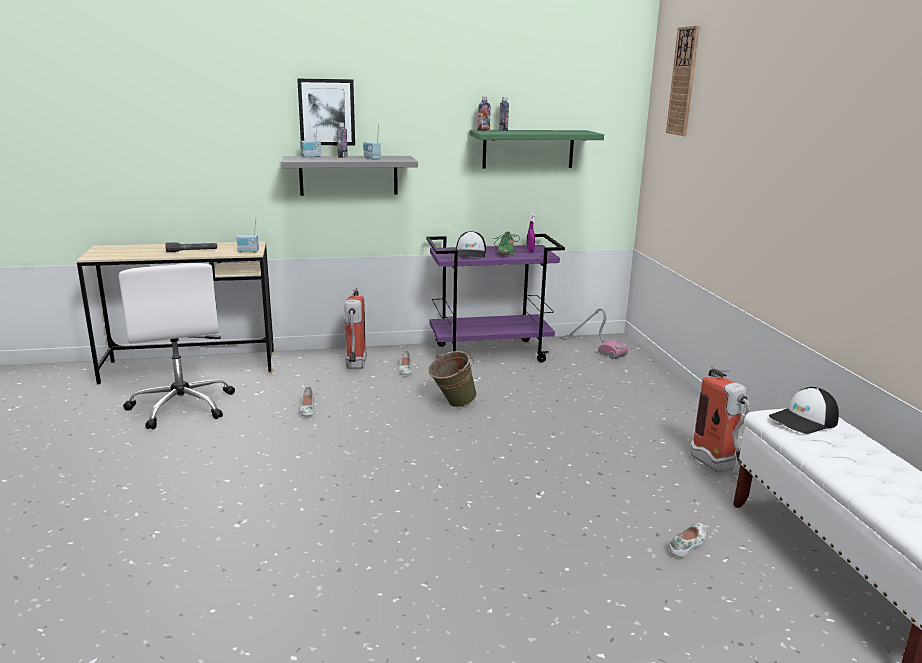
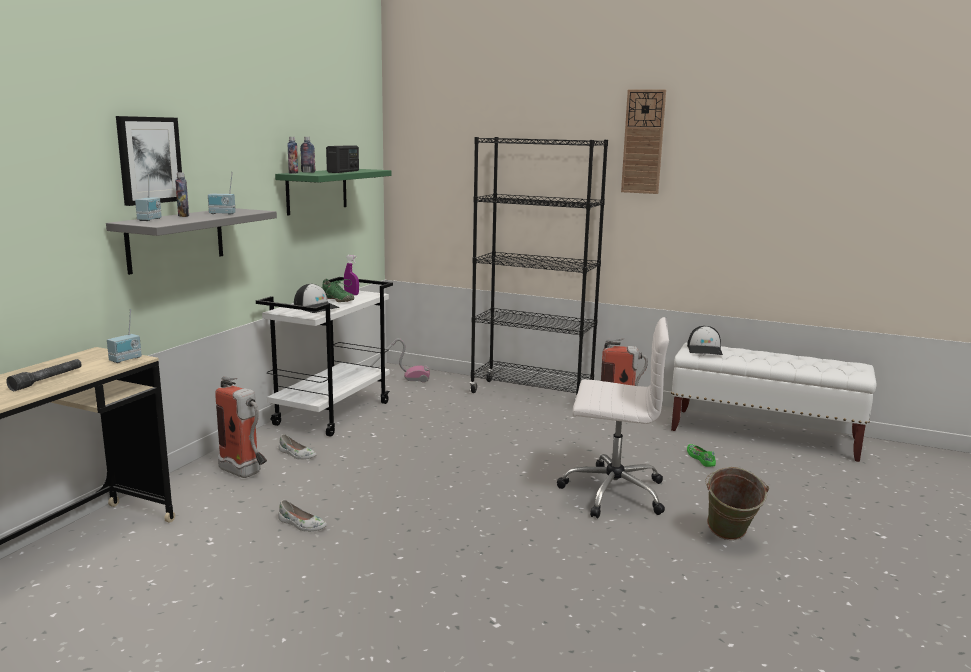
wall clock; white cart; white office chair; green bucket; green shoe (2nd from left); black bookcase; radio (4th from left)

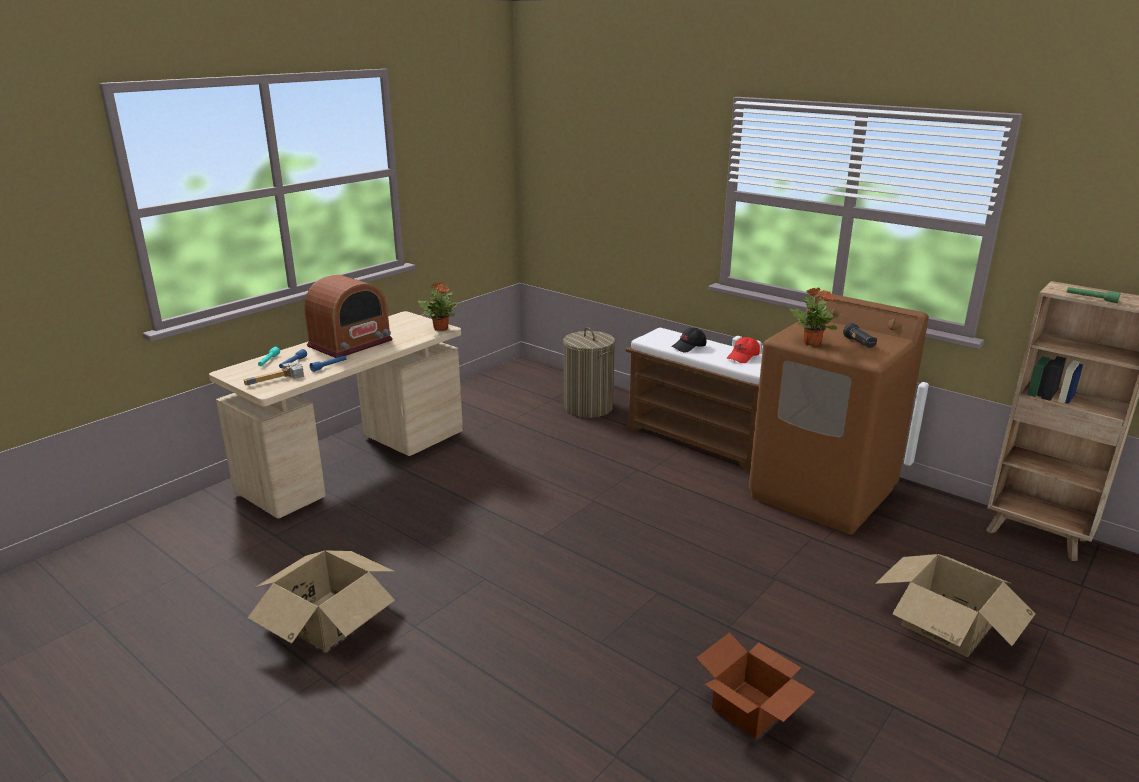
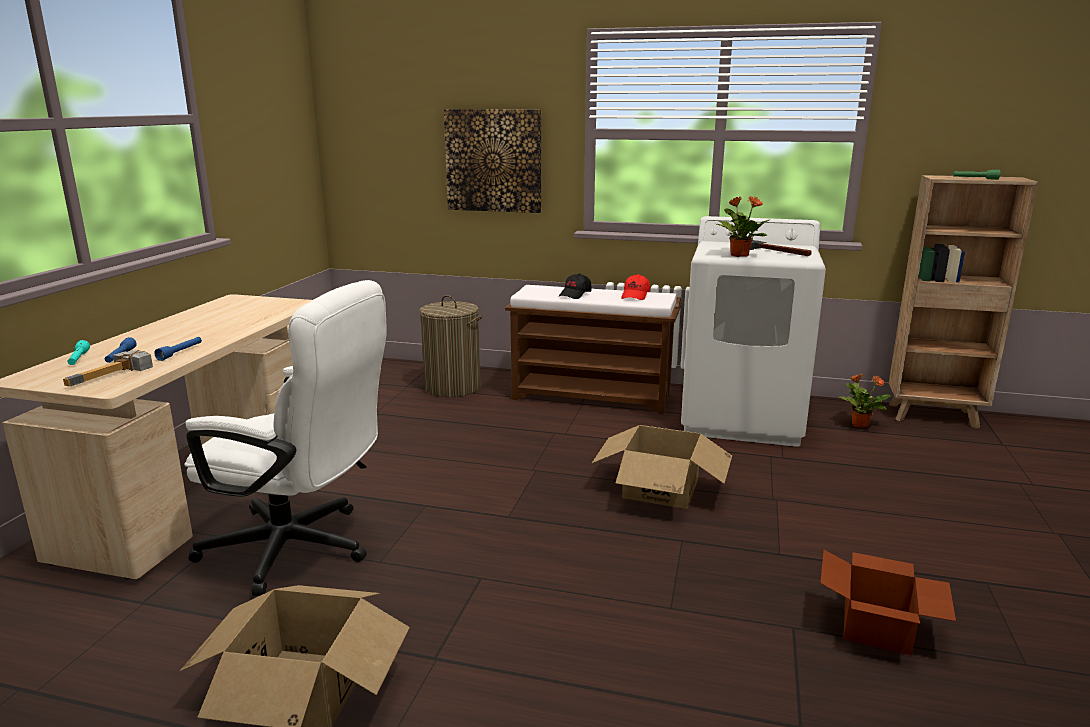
radio; potted plant (2nd from left); white washing machine; hammer (2nd from left); cardboard box (2nd from left); picture; white office chair

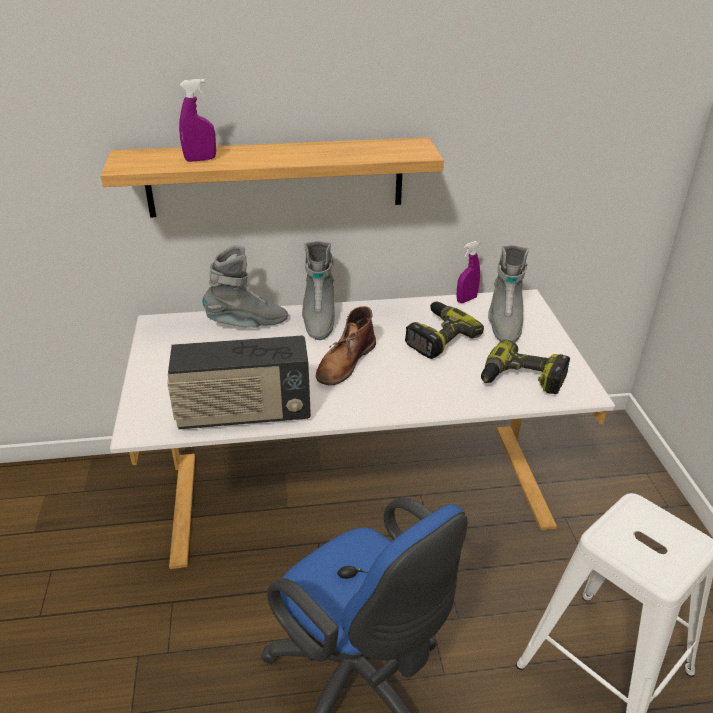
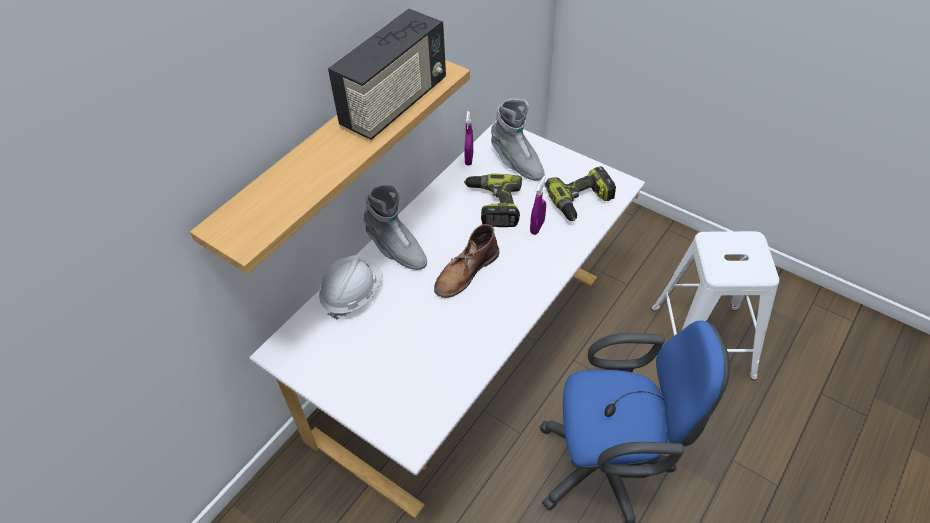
purple spray bottle (2nd from left); white hard hat; brown boot; radio

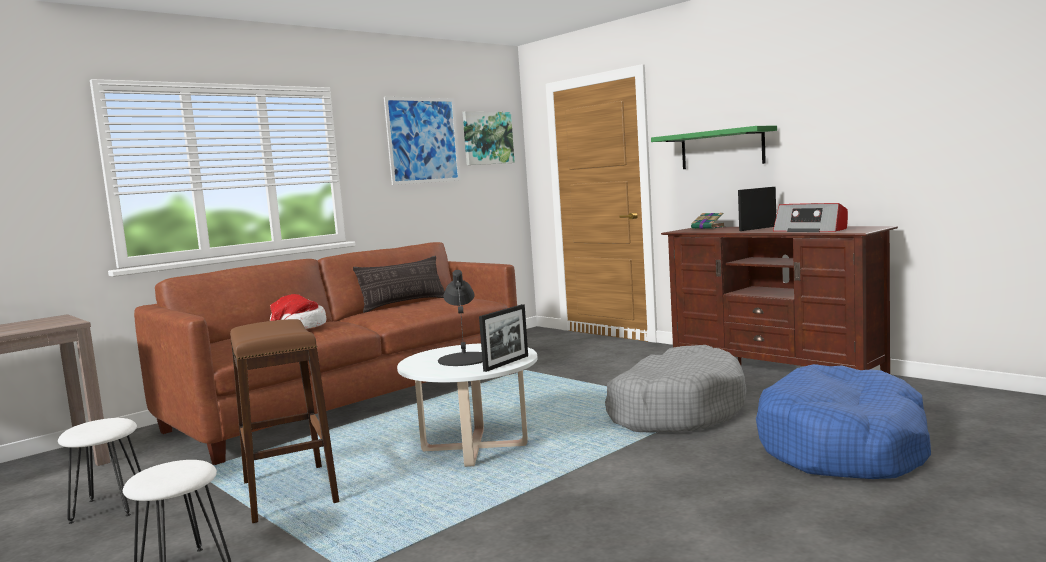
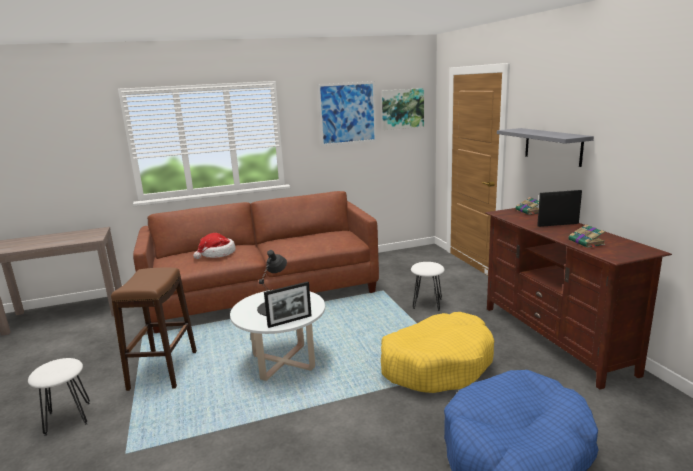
grey shelf; book (2nd from left); pillow; yellow dog bed; white stool (2nd from left)

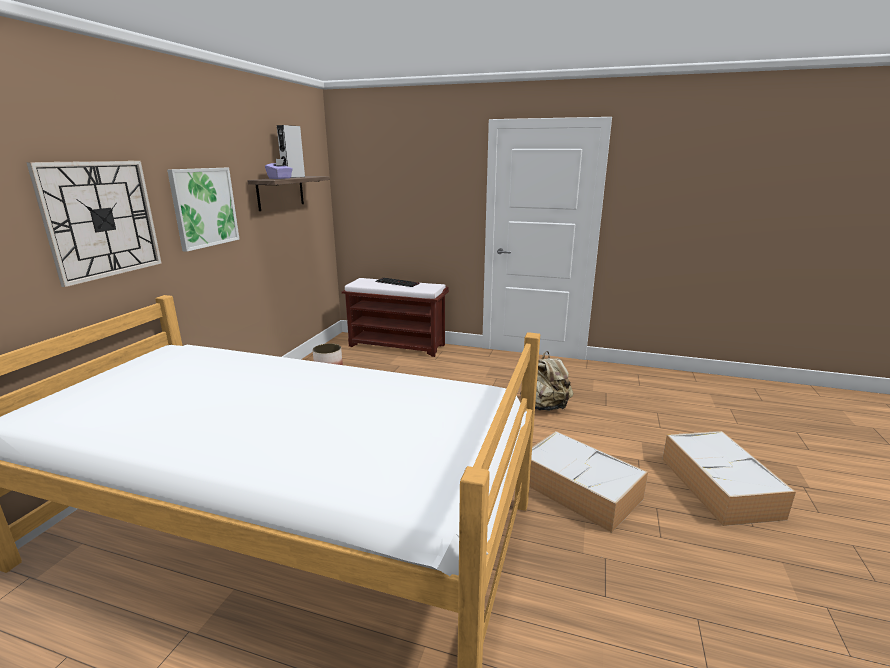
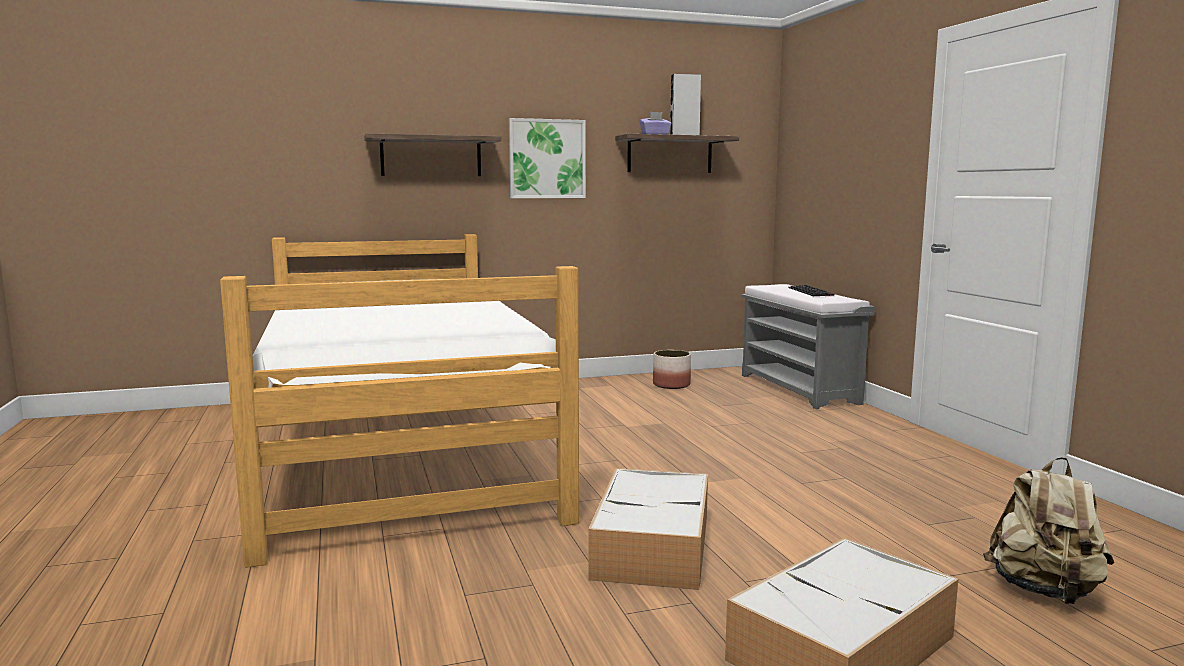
shelf (1st from left); grey bench; beige backpack

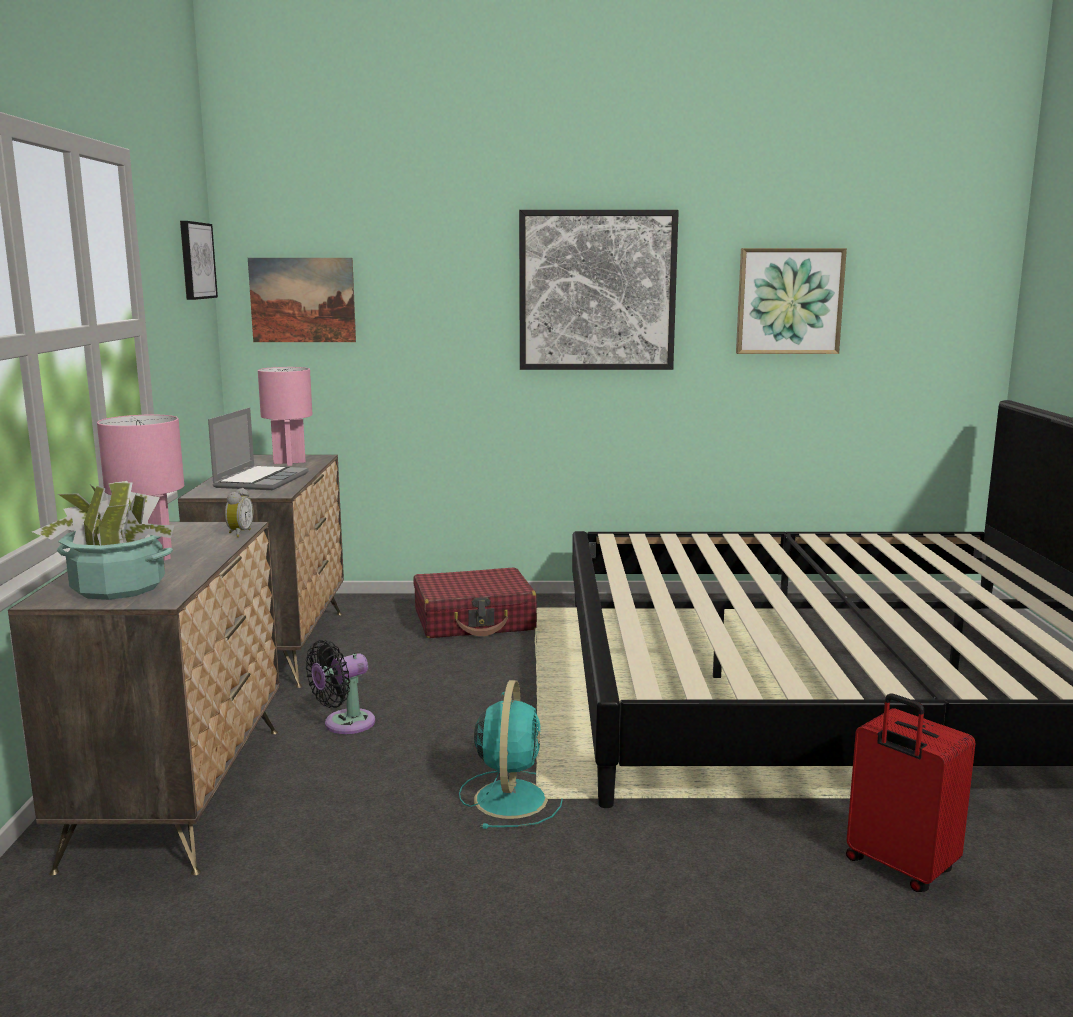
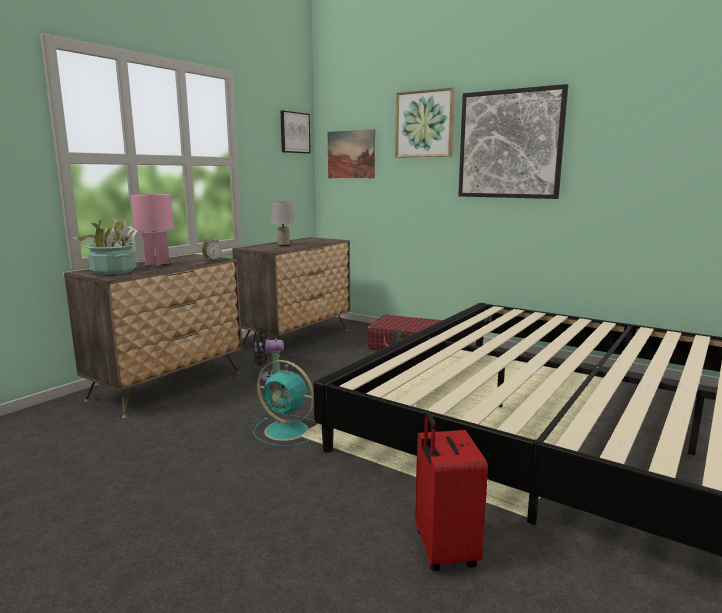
picture (3rd from left); pink table lamp (2nd from left in the first image); grey table lamp; turquoise fan

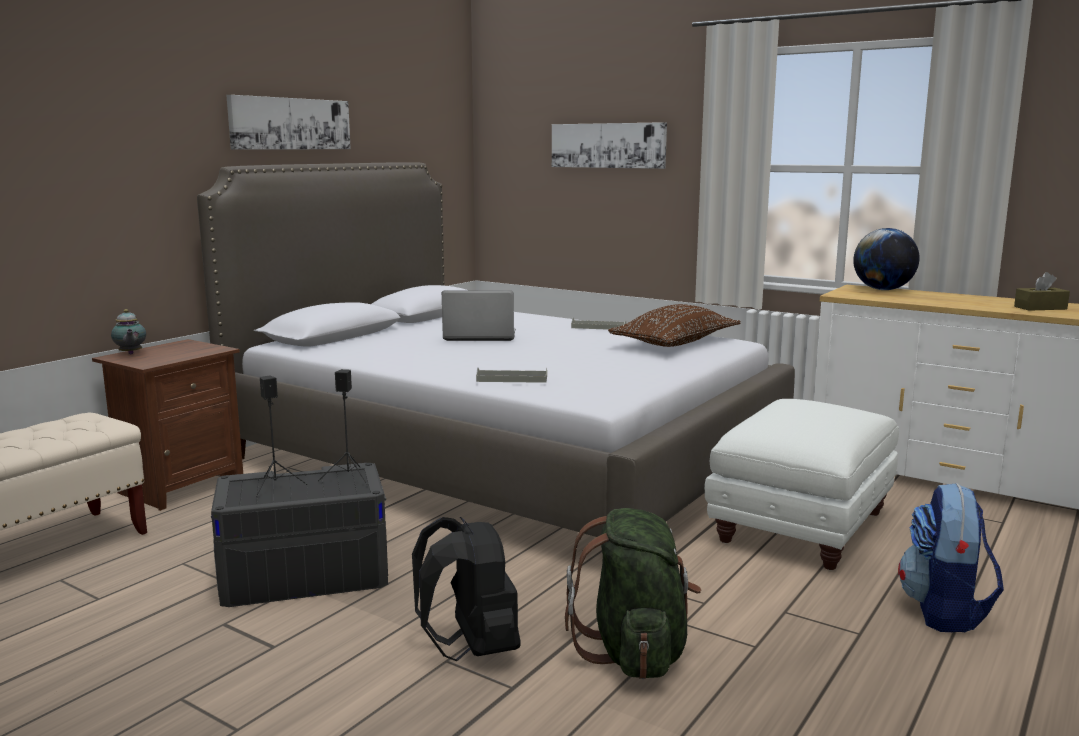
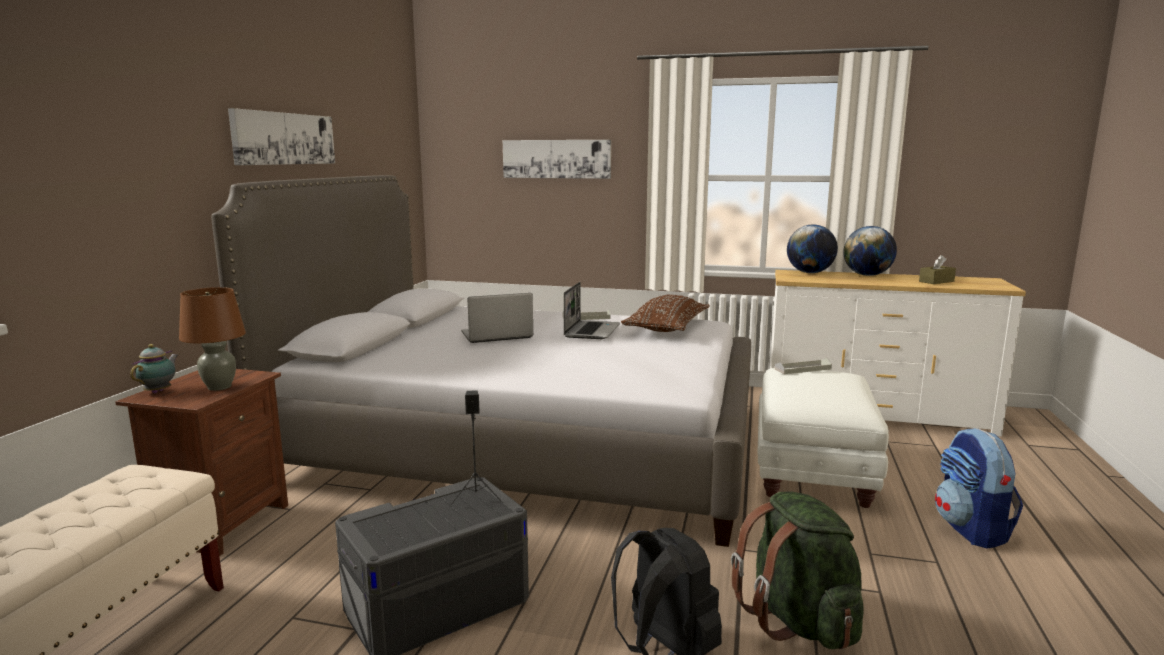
teapot; grey tray (2nd from left); black speaker (1st from left in the first image); globe (2nd from left); laptop (2nd from left); brown table lamp

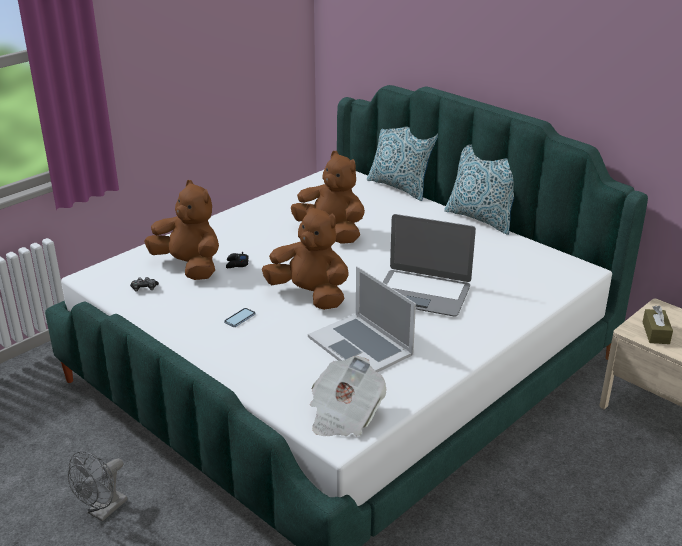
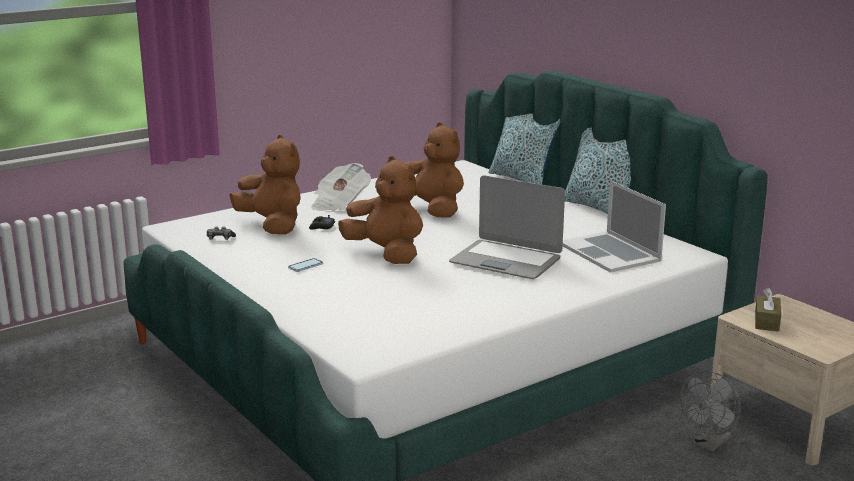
laptop (2nd from left); newspaper; grey fan

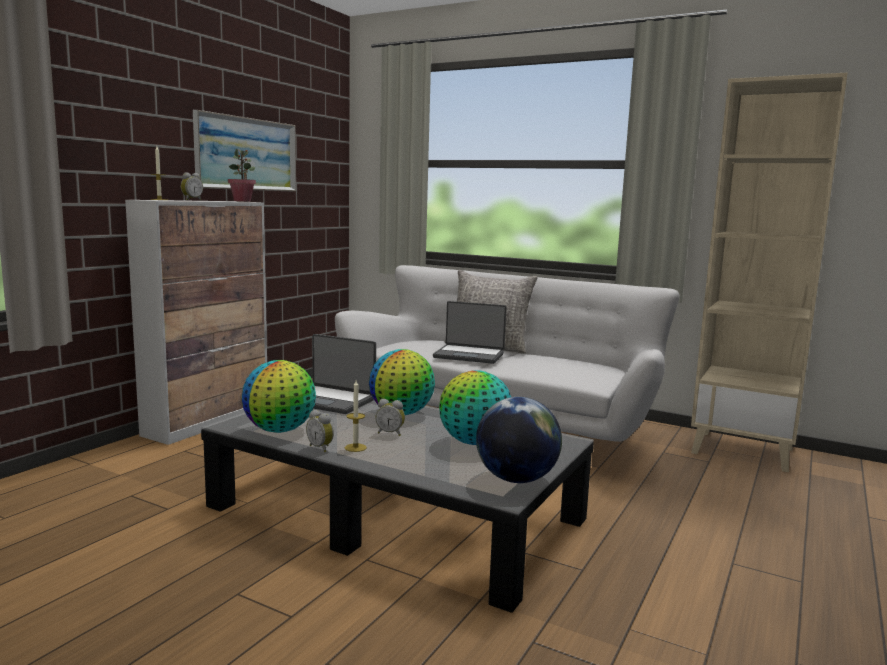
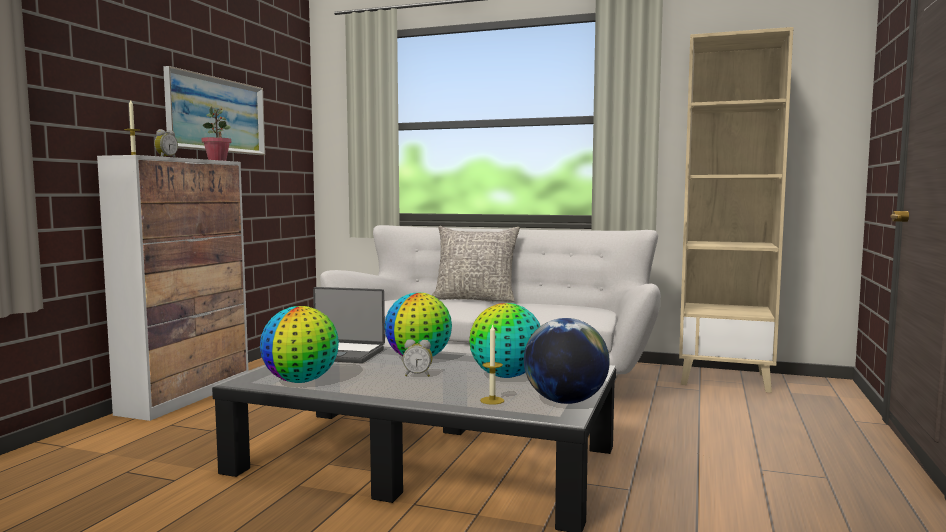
laptop (2nd from left in the first image); candle (2nd from left); alarm clock (2nd from left in the first image)

